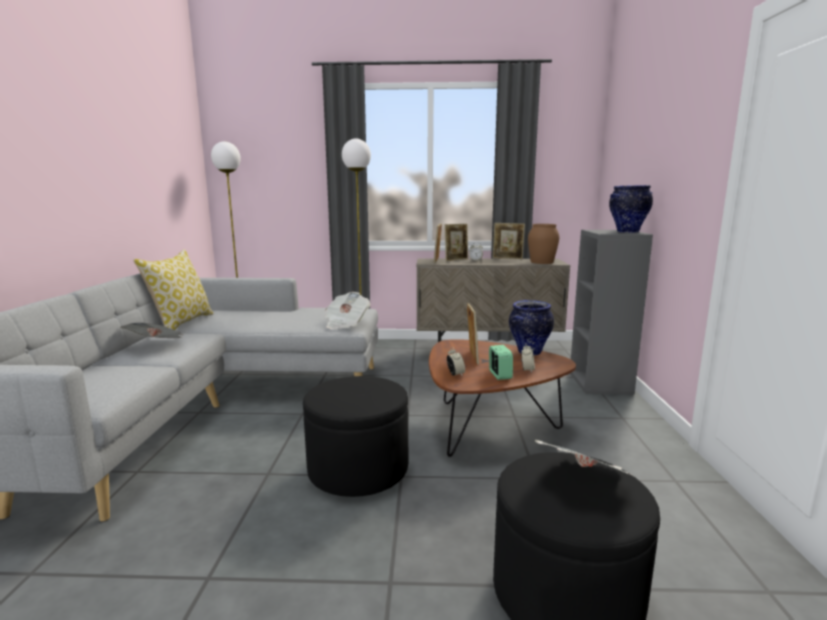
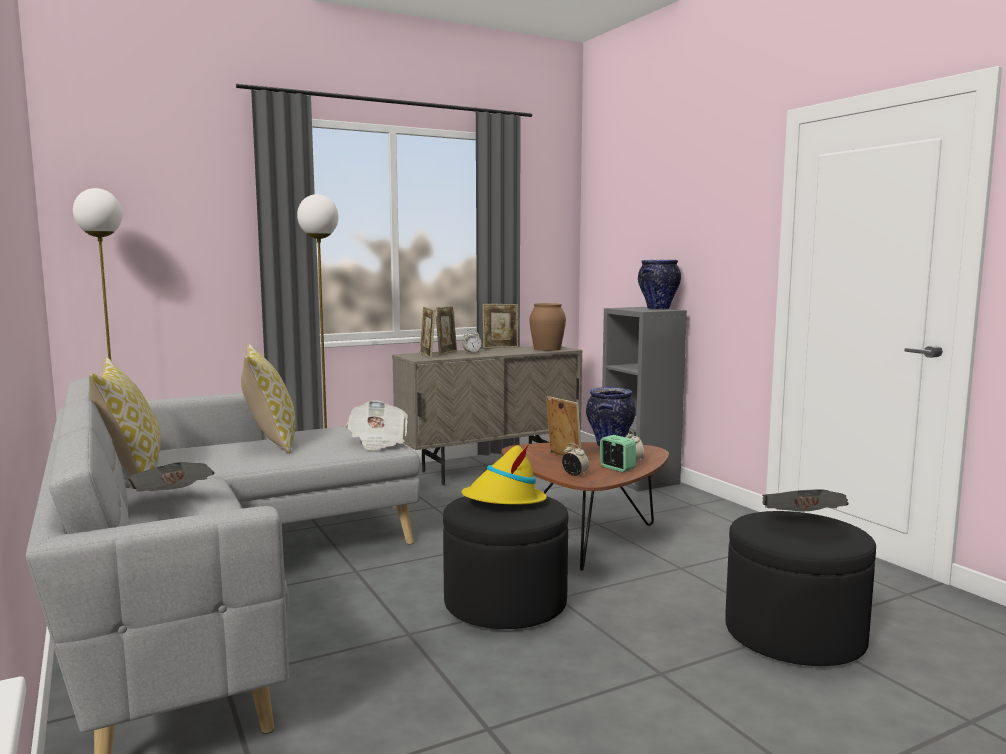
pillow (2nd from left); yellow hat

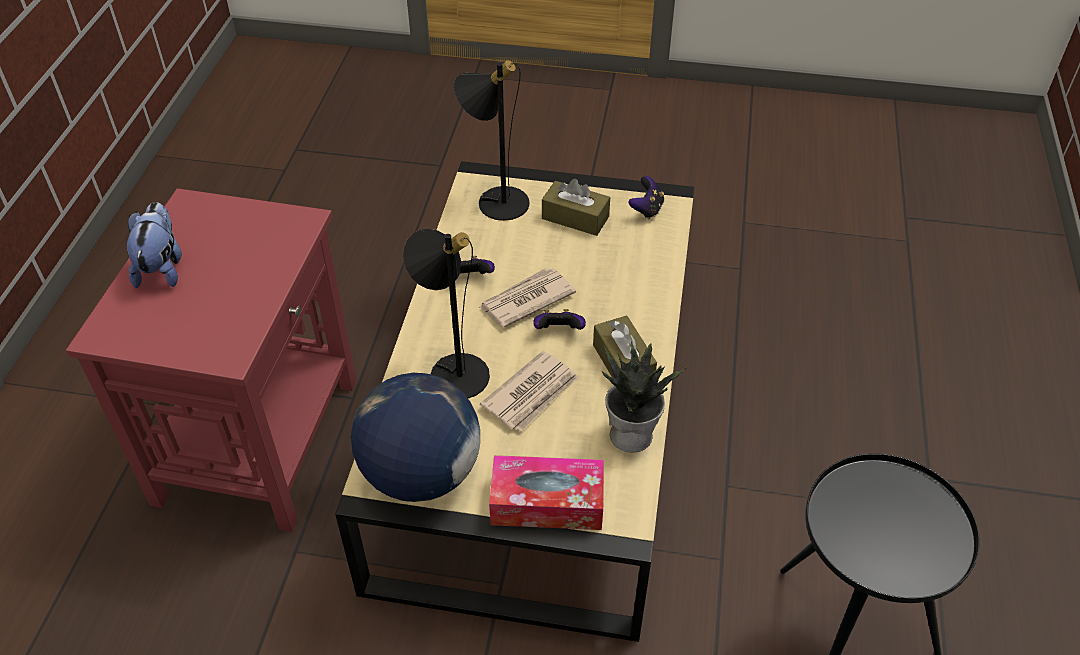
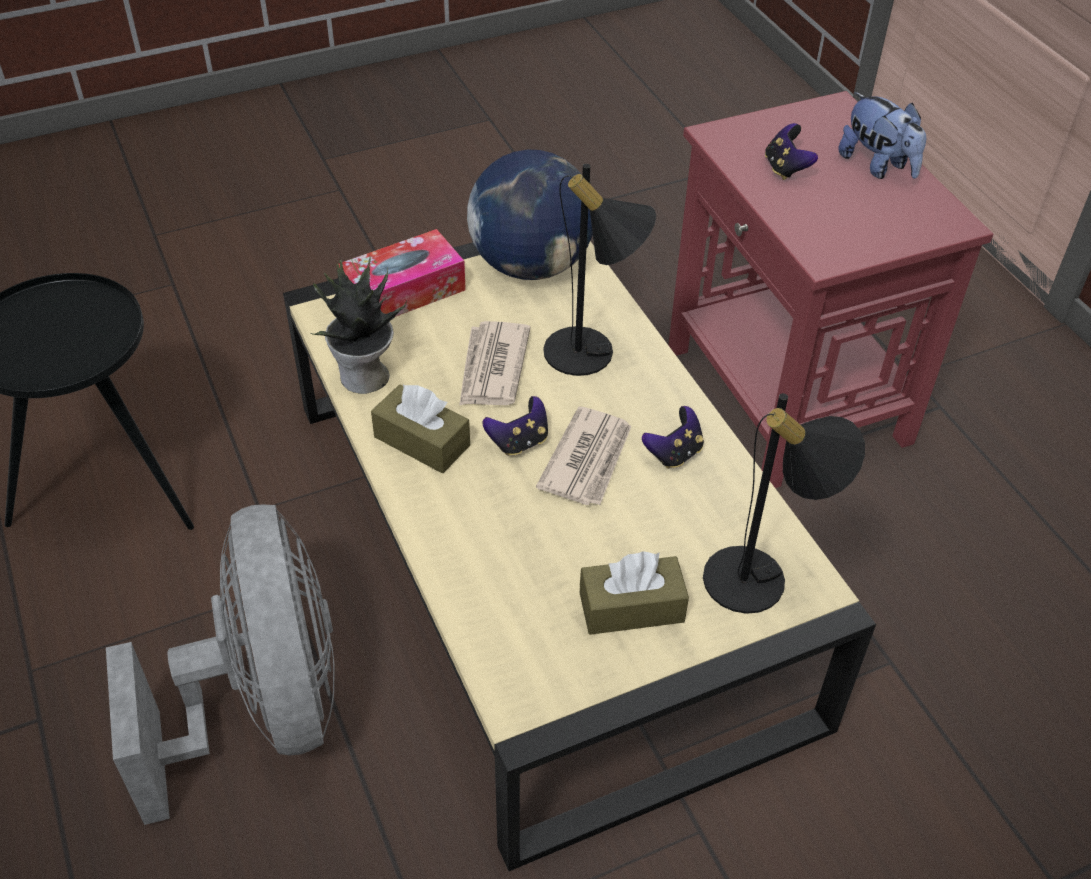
game controller (3rd from left); grey fan

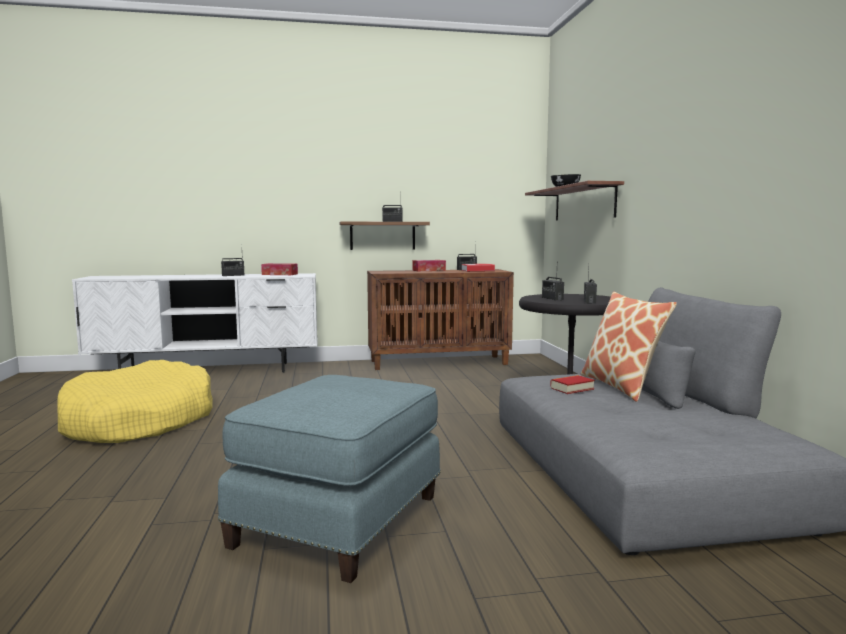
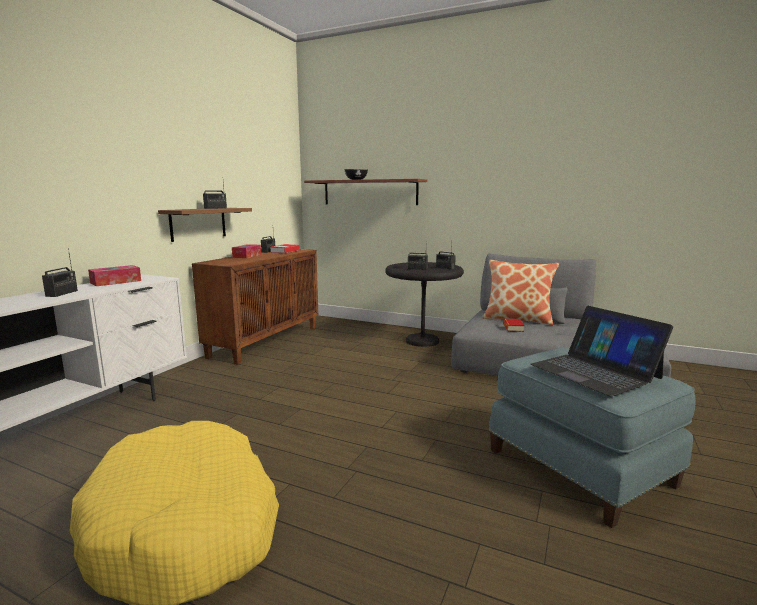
laptop

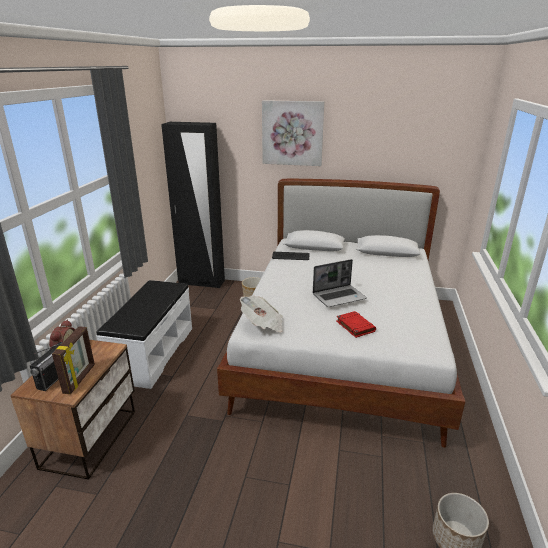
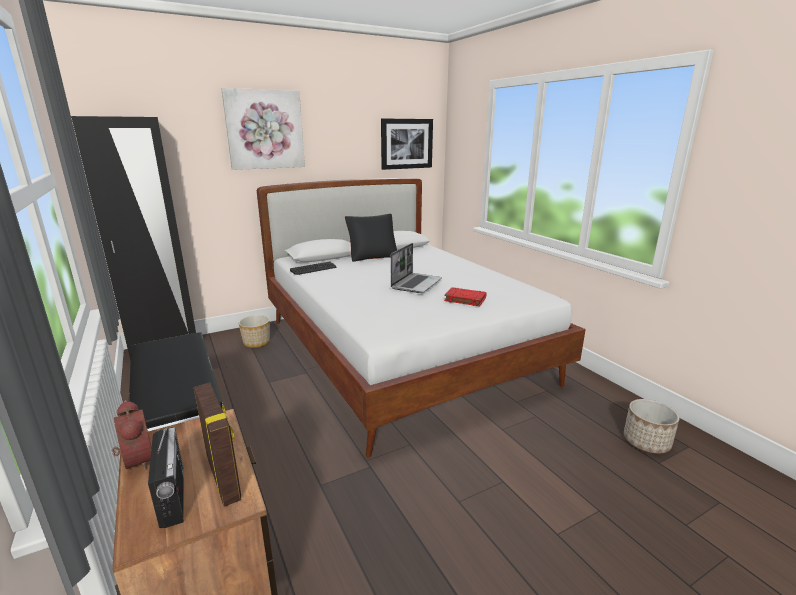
newspaper; picture (2nd from left); black pillow

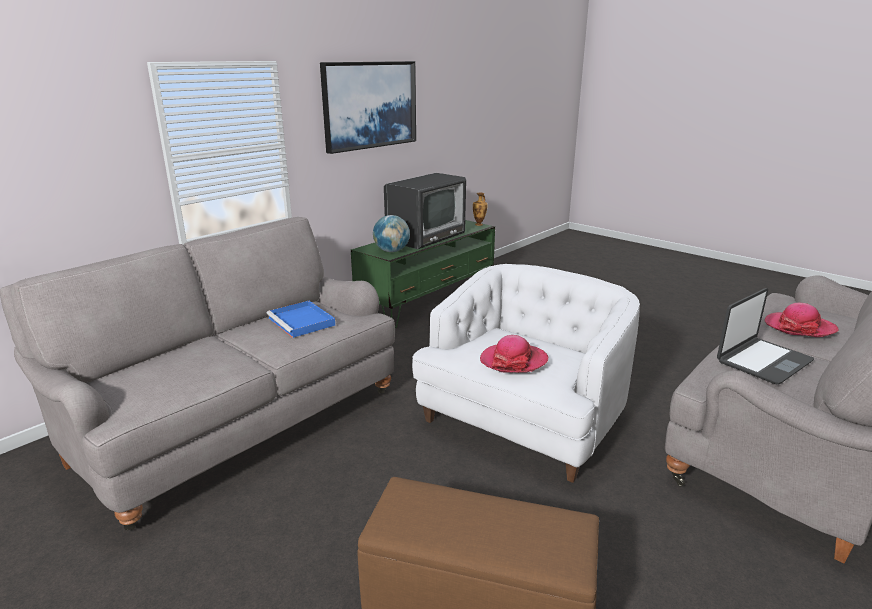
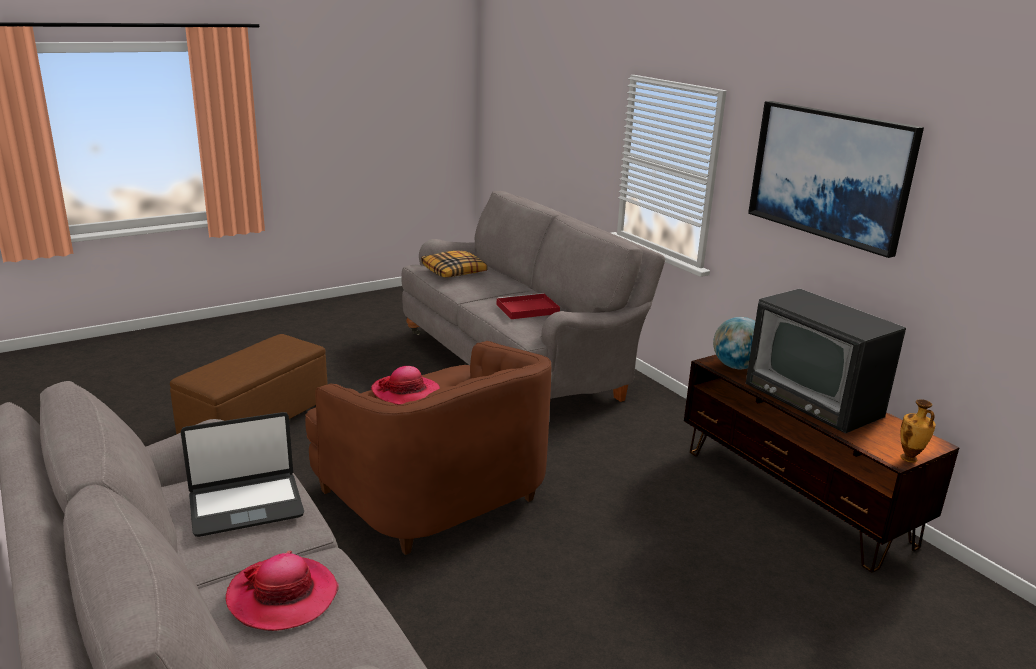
brown tv stand; brown armchair; laptop; red tray; pillow

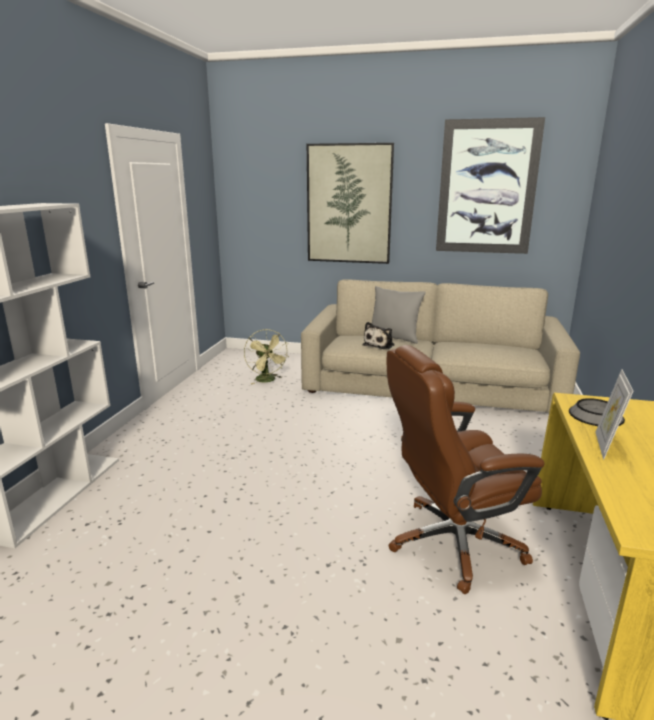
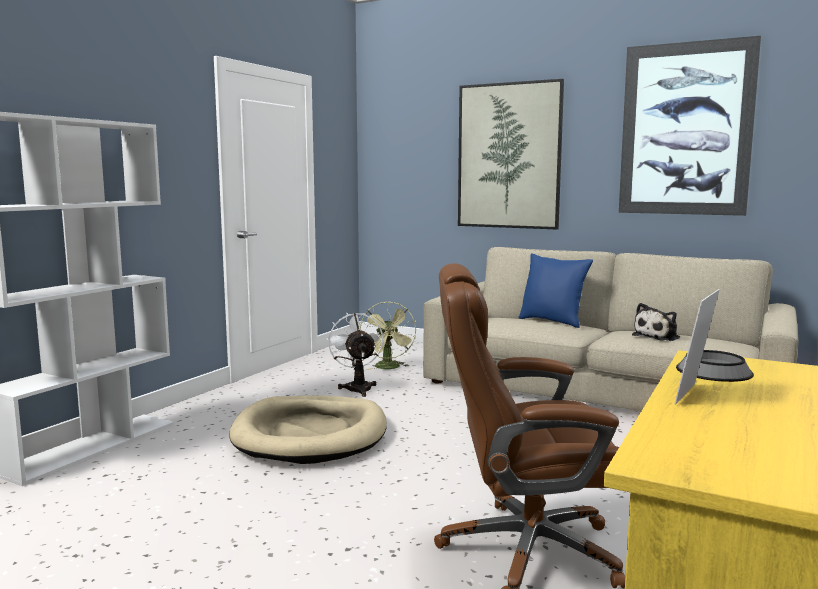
blue pillow; plush toy; white fan; beige dog bed

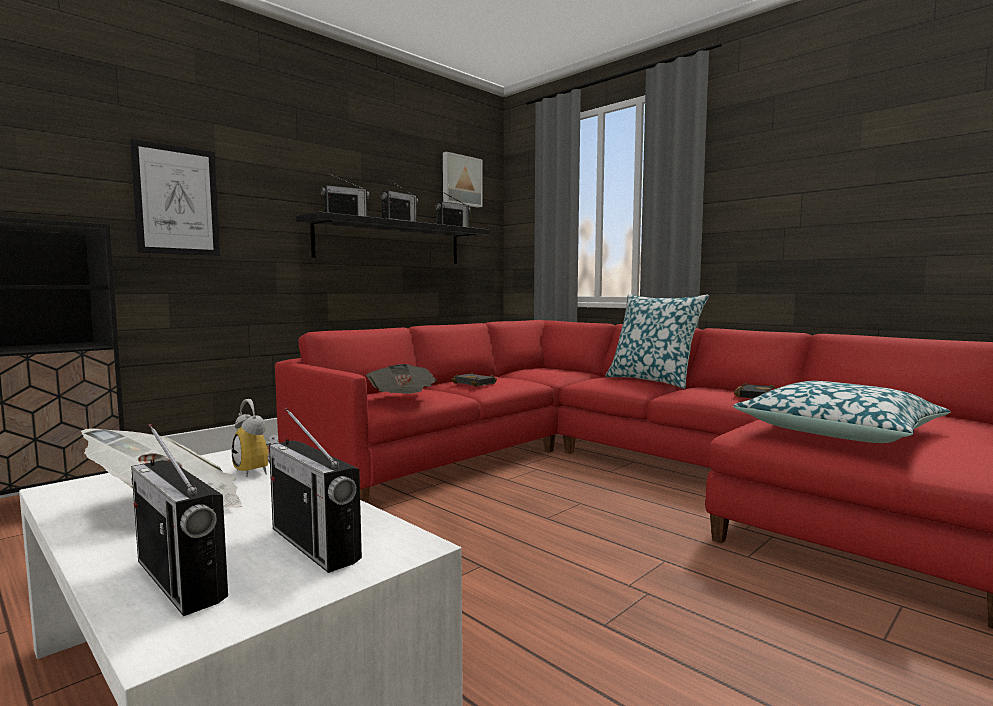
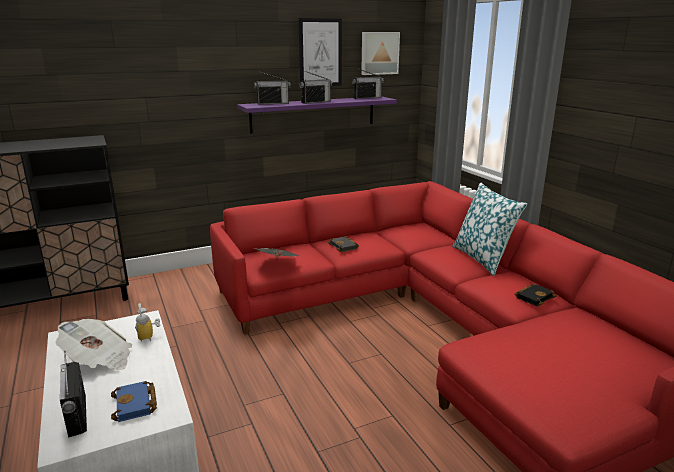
picture (1st from left); purple shelf; pillow (2nd from left in the first image); blue book

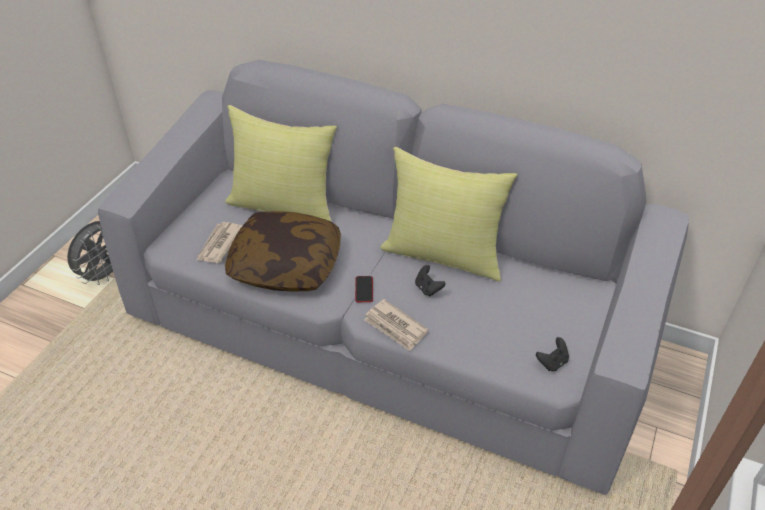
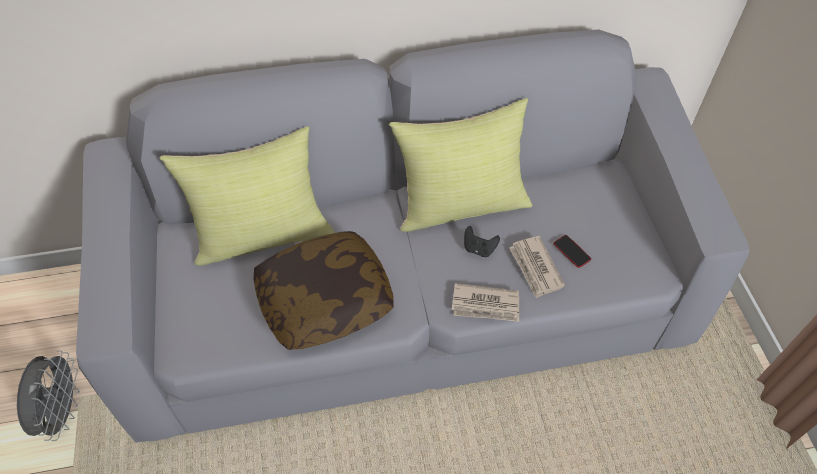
newspaper (2nd from left); phone; black game controller (2nd from left in the first image)

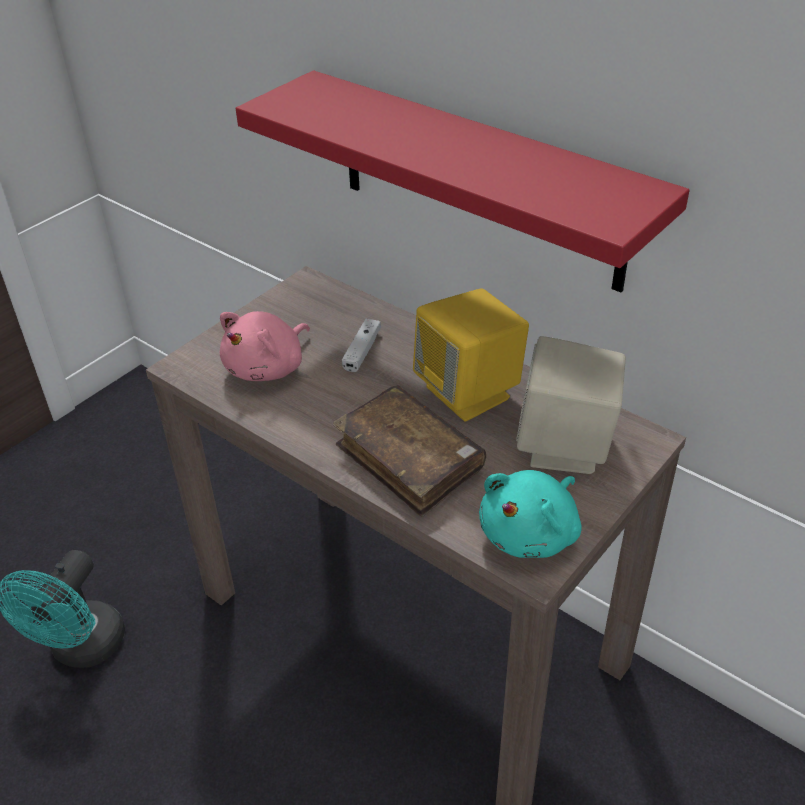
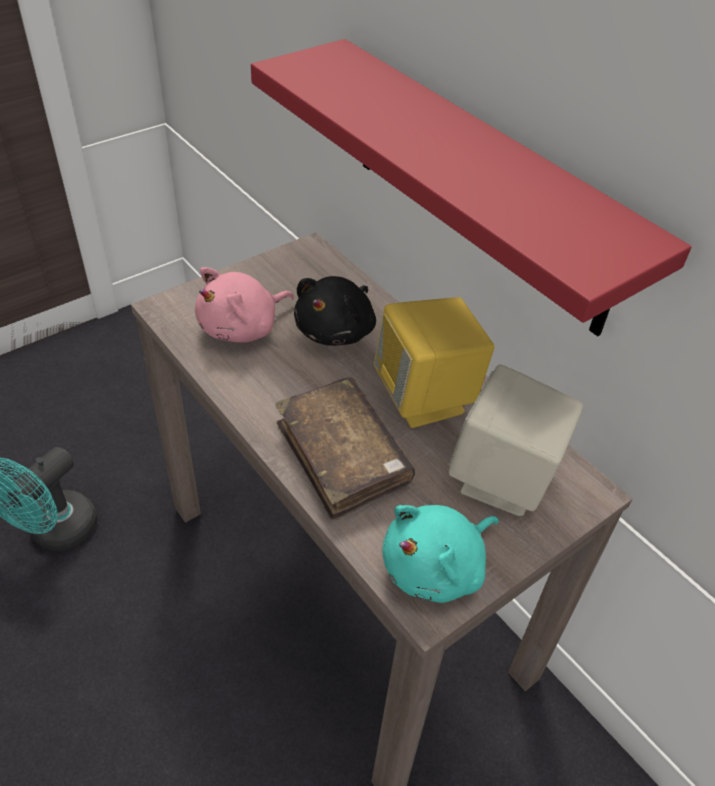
black plush toy

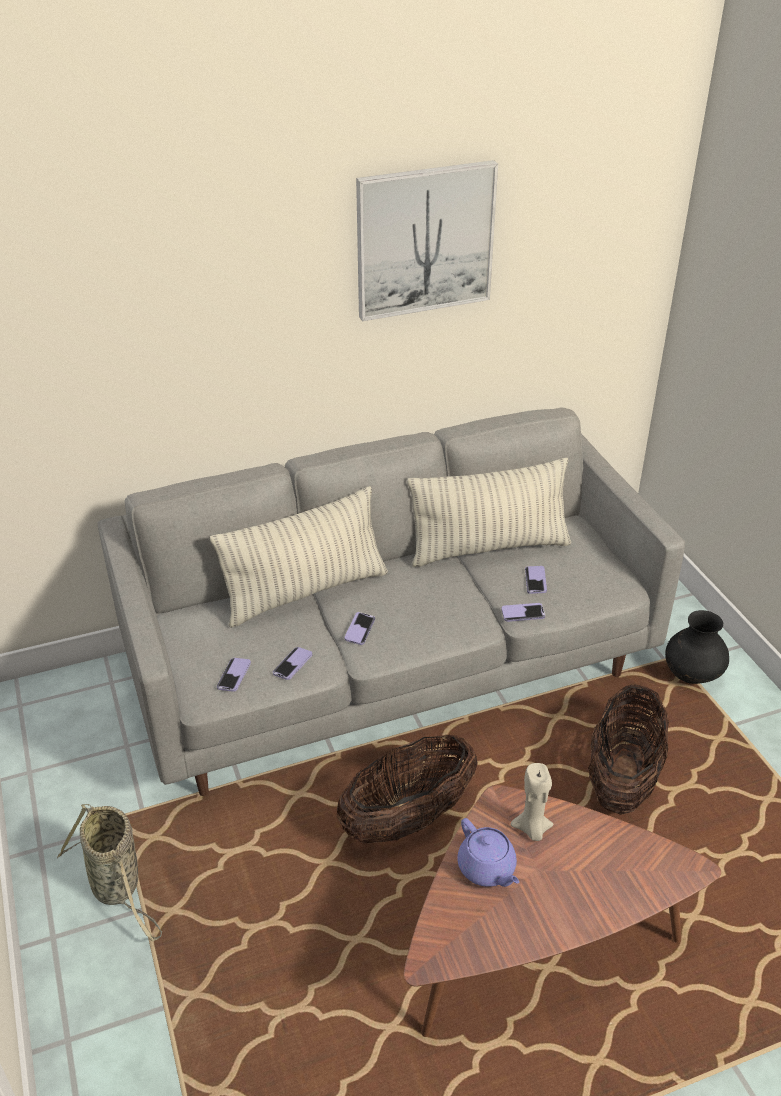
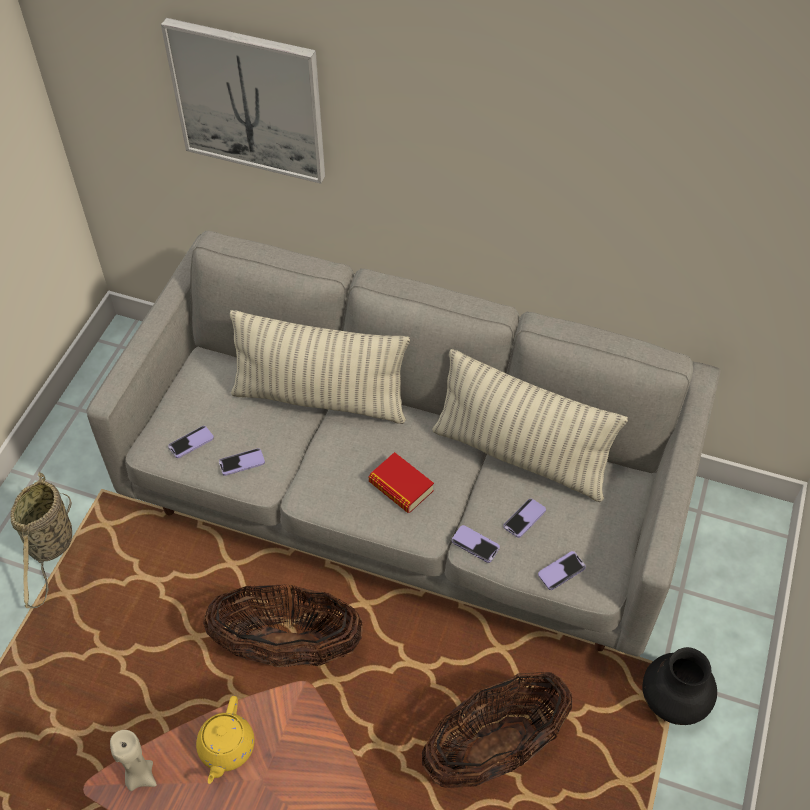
picture; phone (5th from left); beige candle; yellow teapot; book

